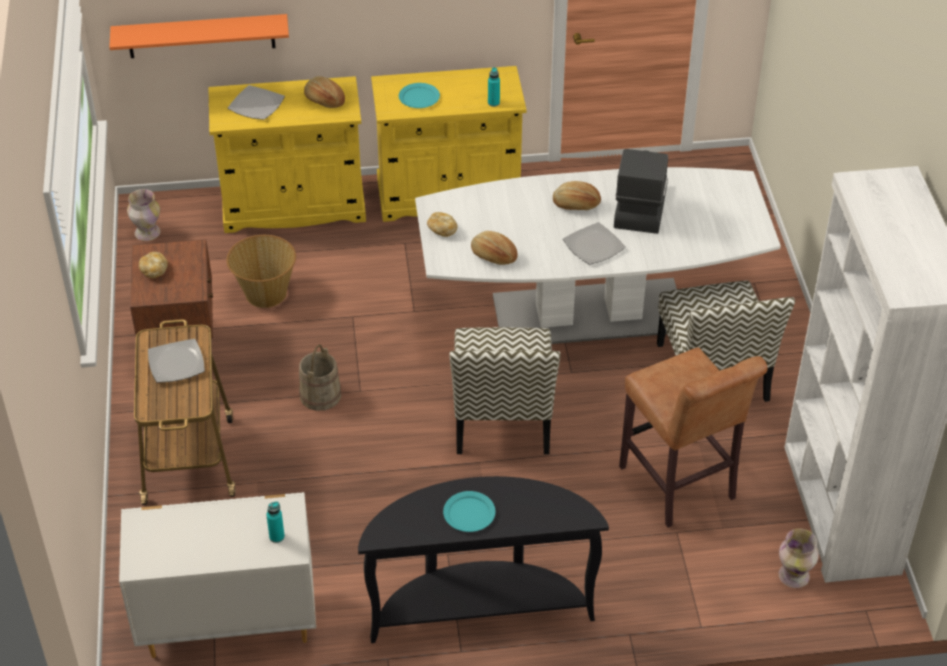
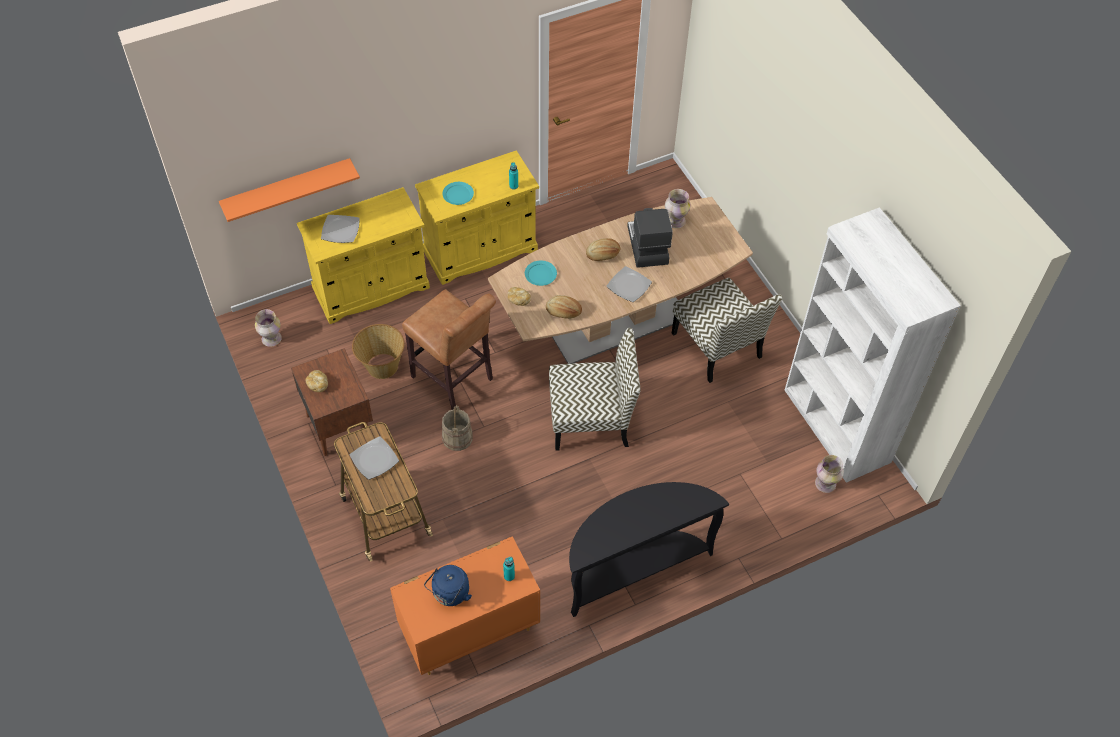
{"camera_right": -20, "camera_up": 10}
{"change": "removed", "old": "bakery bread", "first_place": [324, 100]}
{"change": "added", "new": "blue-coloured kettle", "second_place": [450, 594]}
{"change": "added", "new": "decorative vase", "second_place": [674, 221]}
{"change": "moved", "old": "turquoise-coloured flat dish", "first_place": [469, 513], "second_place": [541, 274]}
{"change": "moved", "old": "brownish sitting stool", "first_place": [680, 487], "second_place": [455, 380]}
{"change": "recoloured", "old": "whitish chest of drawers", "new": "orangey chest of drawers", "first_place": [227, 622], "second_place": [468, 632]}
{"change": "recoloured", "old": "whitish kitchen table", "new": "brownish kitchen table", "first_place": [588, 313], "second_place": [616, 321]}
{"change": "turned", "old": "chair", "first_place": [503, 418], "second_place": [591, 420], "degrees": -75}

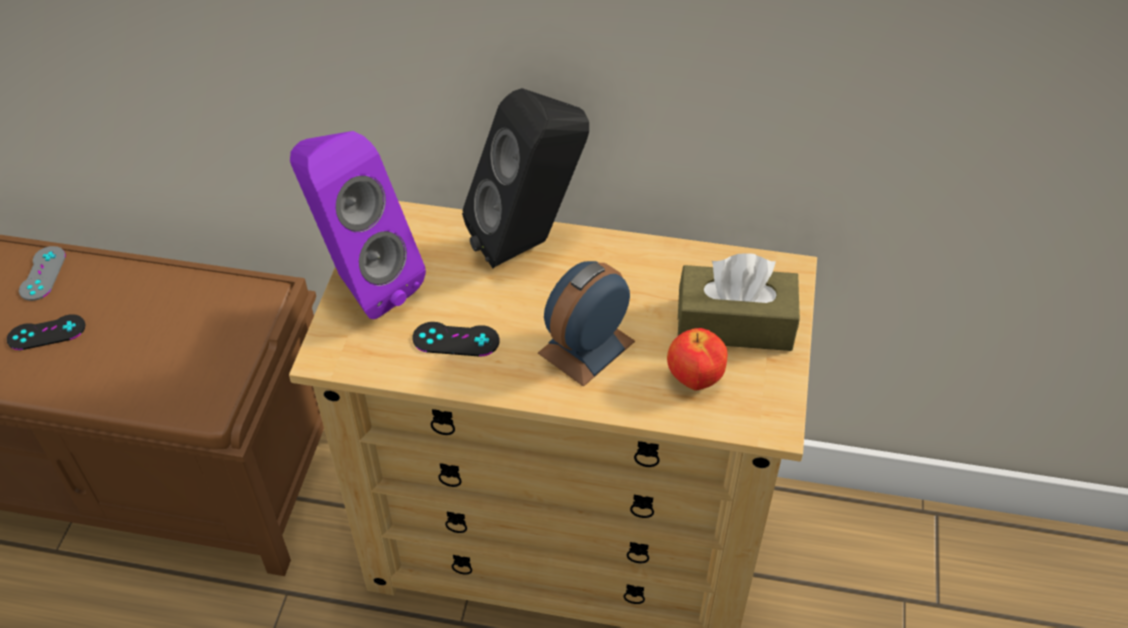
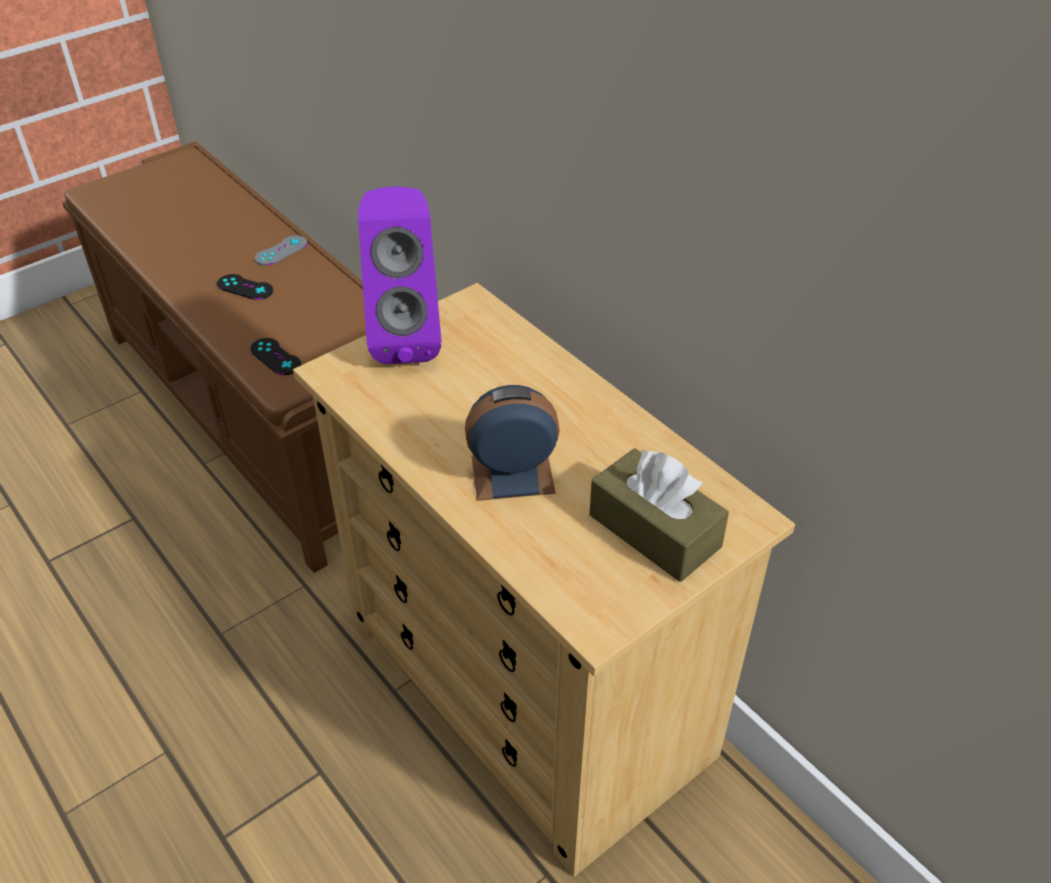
{"camera_right": 40, "camera_up": -5}
{"change": "removed", "old": "black-coloured speaker", "first_place": [530, 242]}
{"change": "removed", "old": "whole apple", "first_place": [694, 379]}
{"change": "moved", "old": "black-coloured gamepad", "first_place": [456, 339], "second_place": [275, 357]}

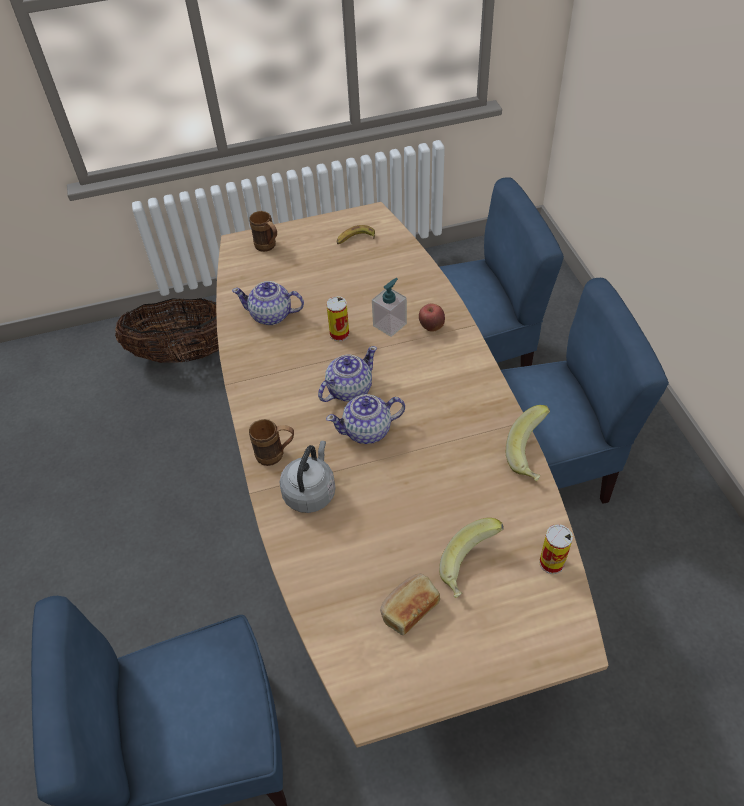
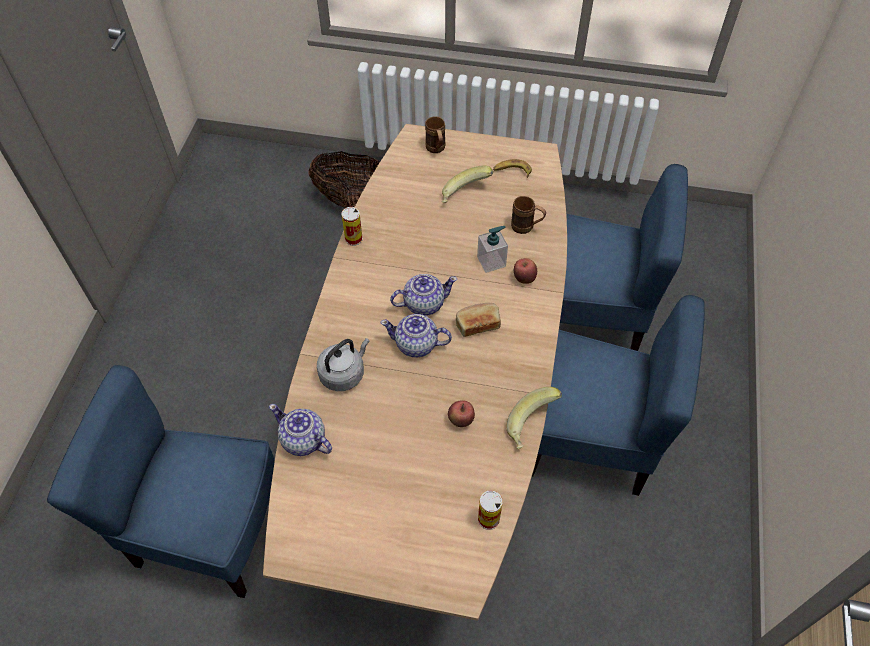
{"camera_right": 25, "camera_up": 5}
{"change": "added", "new": "whole apple", "second_place": [460, 420]}
{"change": "moved", "old": "tea pot", "first_place": [271, 315], "second_place": [303, 440]}
{"change": "moved", "old": "brownish mug", "first_place": [276, 455], "second_place": [526, 228]}
{"change": "moved", "old": "can", "first_place": [339, 334], "second_place": [353, 239]}
{"change": "moved", "old": "bakery bread", "first_place": [409, 608], "second_place": [477, 324]}
{"change": "moved", "old": "banana fruit", "first_place": [471, 568], "second_place": [465, 195]}

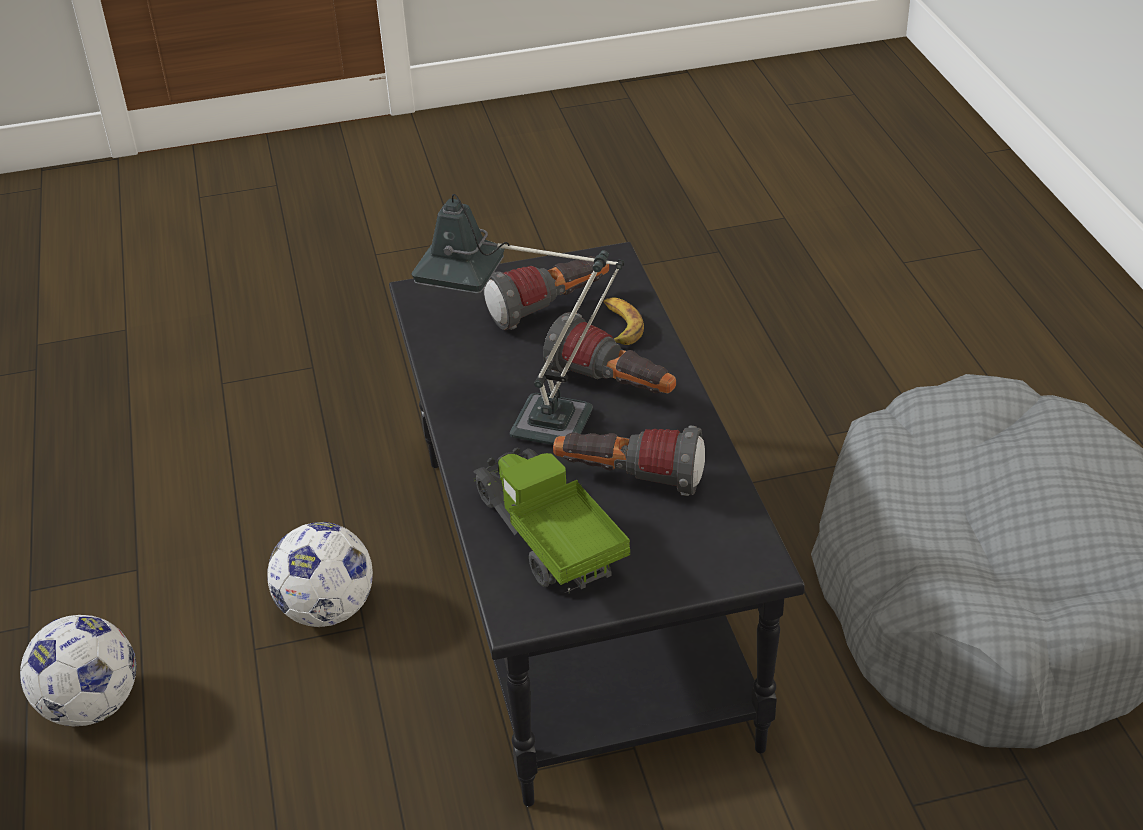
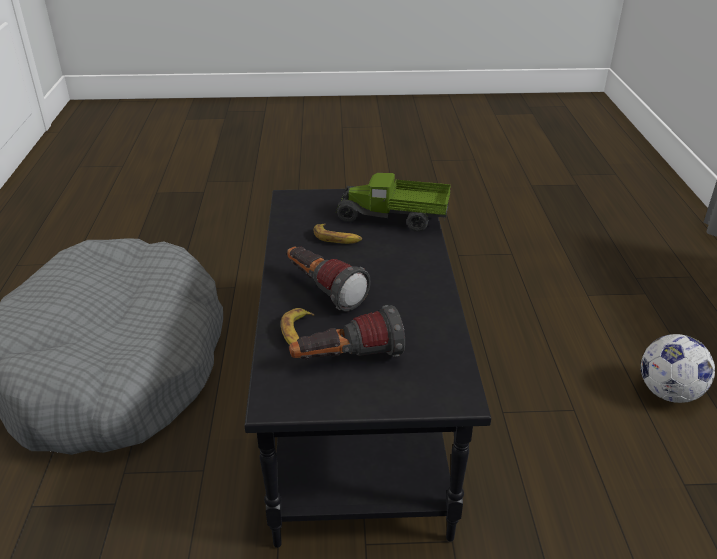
{"camera_right": -170, "camera_up": -5}
{"change": "removed", "old": "ball for football", "first_place": [326, 610]}
{"change": "removed", "old": "tabletop lamp", "first_place": [532, 421]}
{"change": "replaced", "old": "hand torch", "new": "banana fruit", "first_place": [629, 480], "second_place": [337, 238]}
{"change": "turned", "old": "model truck", "first_place": [547, 540], "second_place": [393, 219], "degrees": 120}

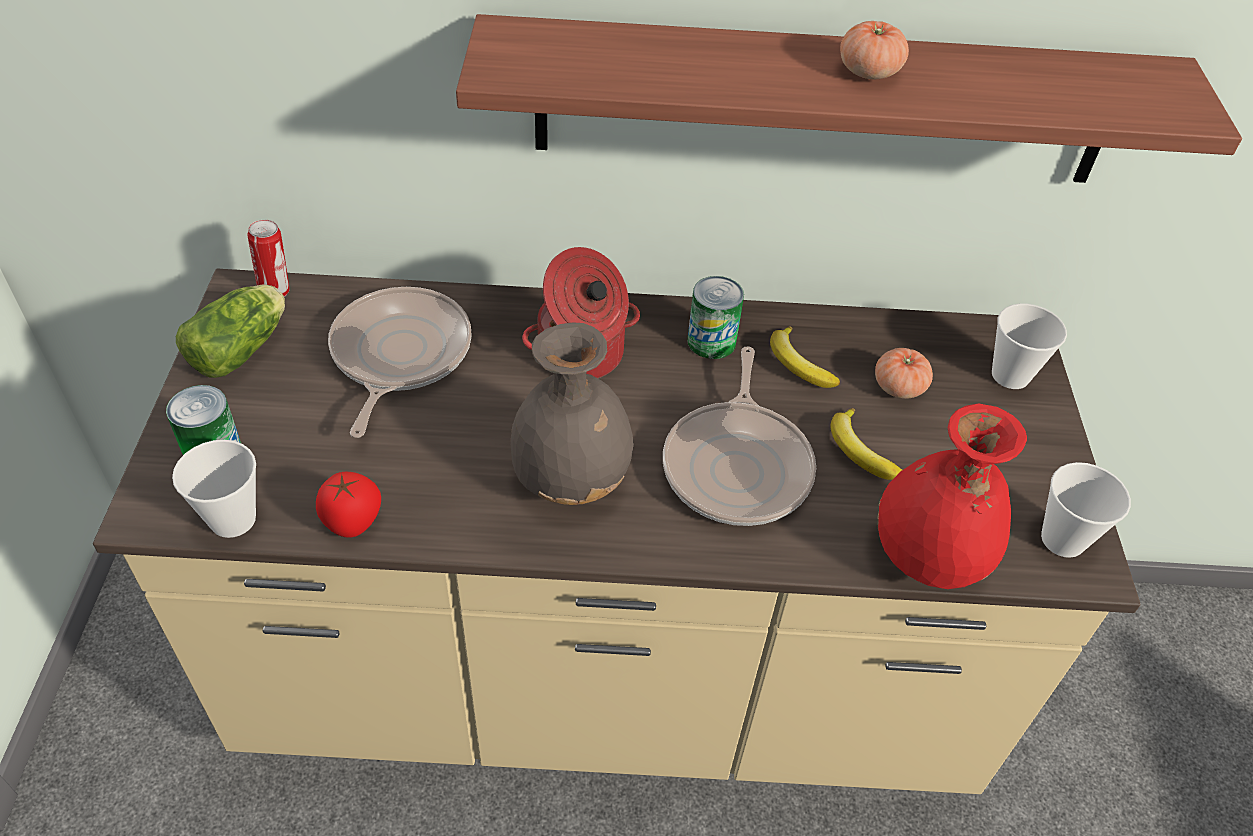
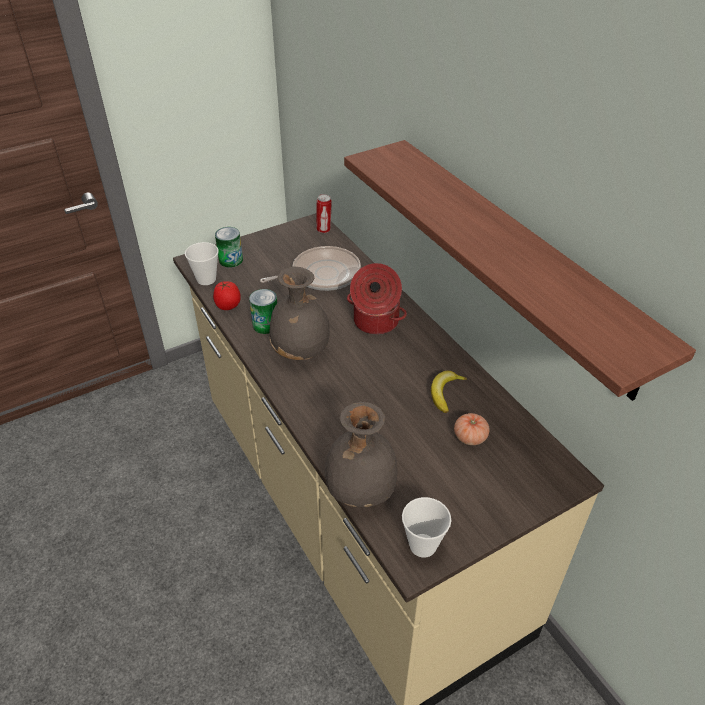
{"camera_right": 60, "camera_up": -5}
{"change": "removed", "old": "lettuce", "first_place": [243, 348]}
{"change": "removed", "old": "frying pan", "first_place": [738, 465]}
{"change": "removed", "old": "banana fruit", "first_place": [859, 451]}
{"change": "removed", "old": "fresh tomato", "first_place": [869, 72]}
{"change": "removed", "old": "drinking cup", "first_place": [1010, 375]}
{"change": "moved", "old": "can", "first_place": [711, 341], "second_place": [266, 325]}
{"change": "recoloured", "old": "red-coloured decorative vase", "new": "grey decorative vase", "first_place": [927, 558], "second_place": [359, 490]}

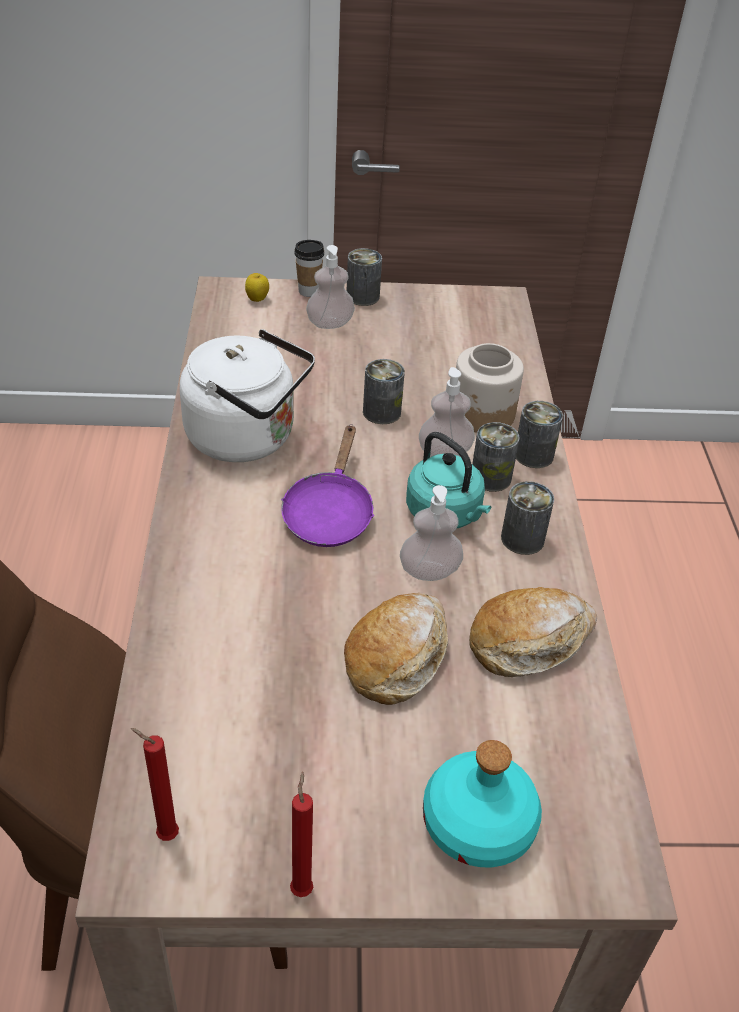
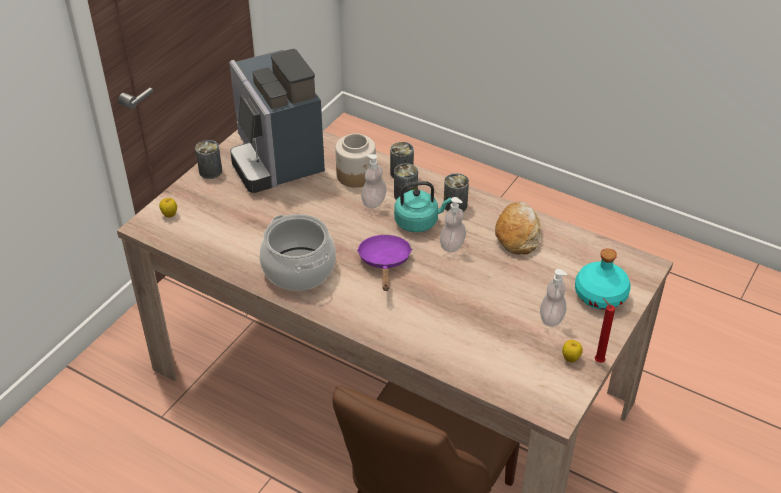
{"camera_right": -55, "camera_up": 0}
{"change": "removed", "old": "red-coloured wax light", "first_place": [164, 834]}
{"change": "removed", "old": "drinking cup", "first_place": [308, 291]}
{"change": "removed", "old": "bakery bread", "first_place": [397, 656]}
{"change": "removed", "old": "can", "first_place": [381, 412]}
{"change": "added", "new": "coffee machine", "second_place": [276, 159]}
{"change": "added", "new": "whole apple", "second_place": [570, 358]}
{"change": "moved", "old": "liquid soap bottle", "first_place": [330, 323], "second_place": [551, 318]}
{"change": "replaced", "old": "whitish kettle", "new": "stockpot", "first_place": [247, 438], "second_place": [299, 269]}
{"change": "turned", "old": "purplish frying pan", "first_place": [329, 513], "second_place": [385, 262], "degrees": -135}

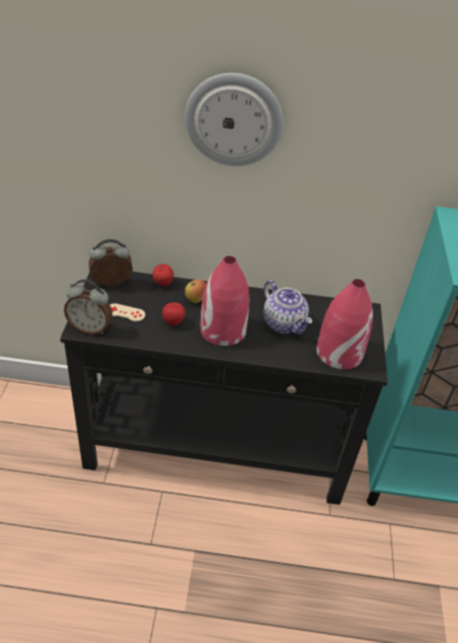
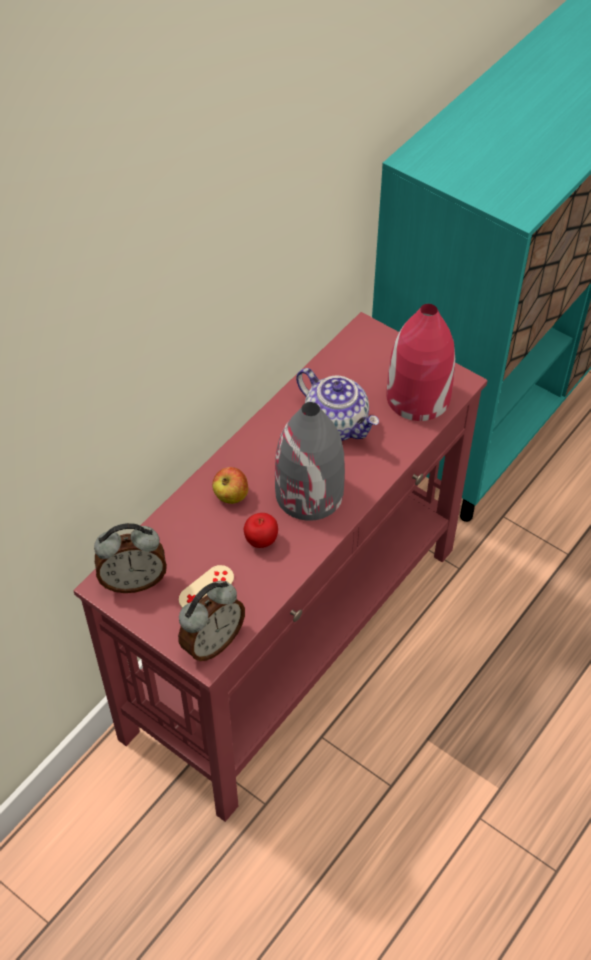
{"camera_right": -55, "camera_up": 10}
{"change": "removed", "old": "whole apple", "first_place": [162, 284]}
{"change": "removed", "old": "wall clock", "first_place": [234, 120]}
{"change": "recoloured", "old": "black-coloured narrow table", "new": "red-coloured narrow table", "first_place": [217, 450], "second_place": [296, 639]}
{"change": "recoloured", "old": "red-coloured decorative vase", "new": "grey decorative vase", "first_place": [222, 330], "second_place": [309, 494]}
{"change": "turned", "old": "bedside clock", "first_place": [112, 284], "second_place": [134, 580], "degrees": -120}
{"change": "turned", "old": "tea pot", "first_place": [284, 323], "second_place": [337, 424], "degrees": 45}

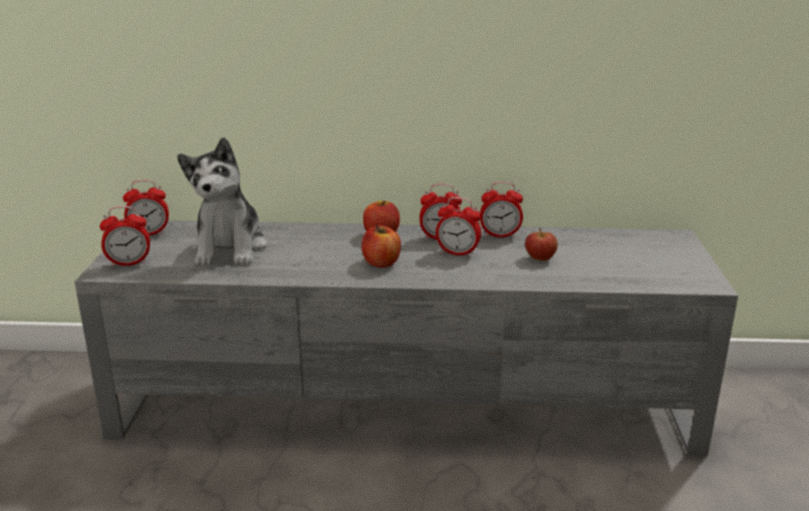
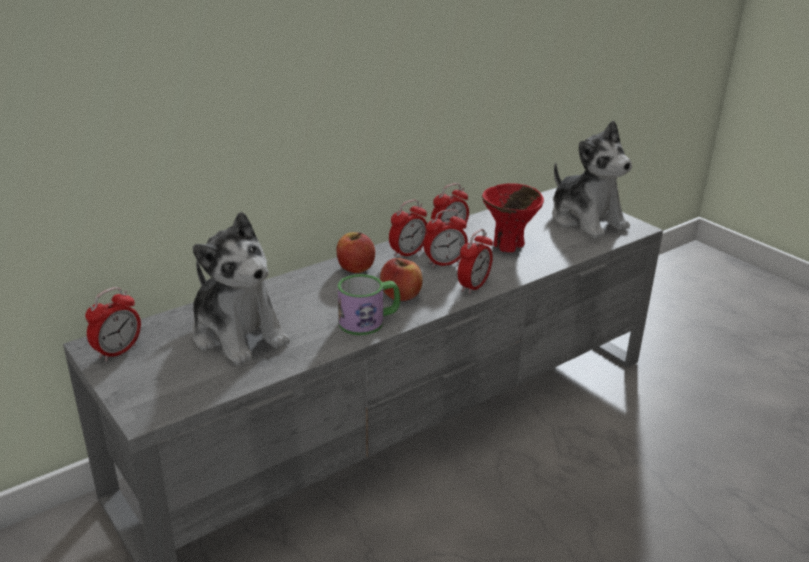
{"camera_right": -40, "camera_up": 5}
{"change": "added", "new": "mug", "second_place": [369, 321]}
{"change": "added", "new": "soft toy", "second_place": [586, 220]}
{"change": "moved", "old": "bedside clock", "first_place": [129, 263], "second_place": [473, 286]}
{"change": "replaced", "old": "whole apple", "new": "red-coloured deep dish", "first_place": [540, 258], "second_place": [508, 246]}

